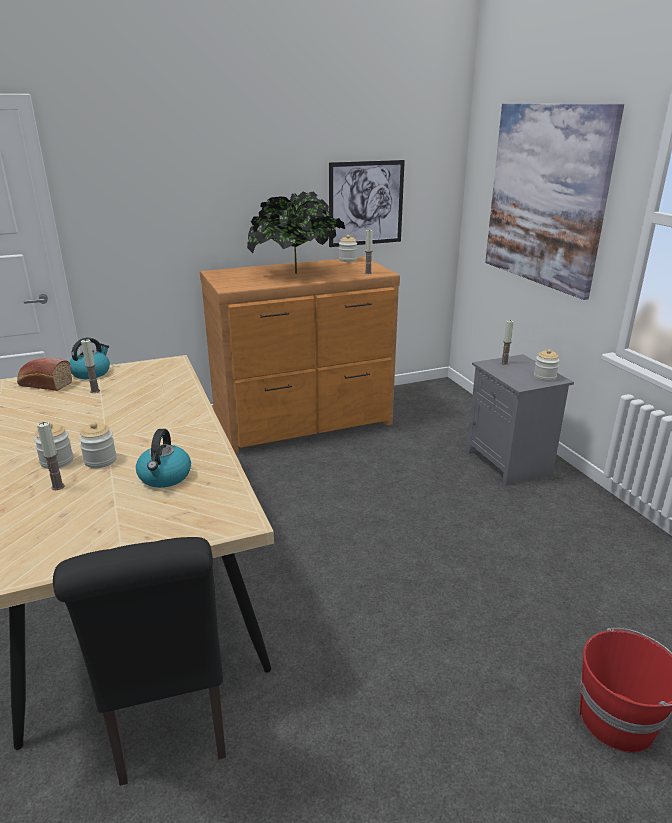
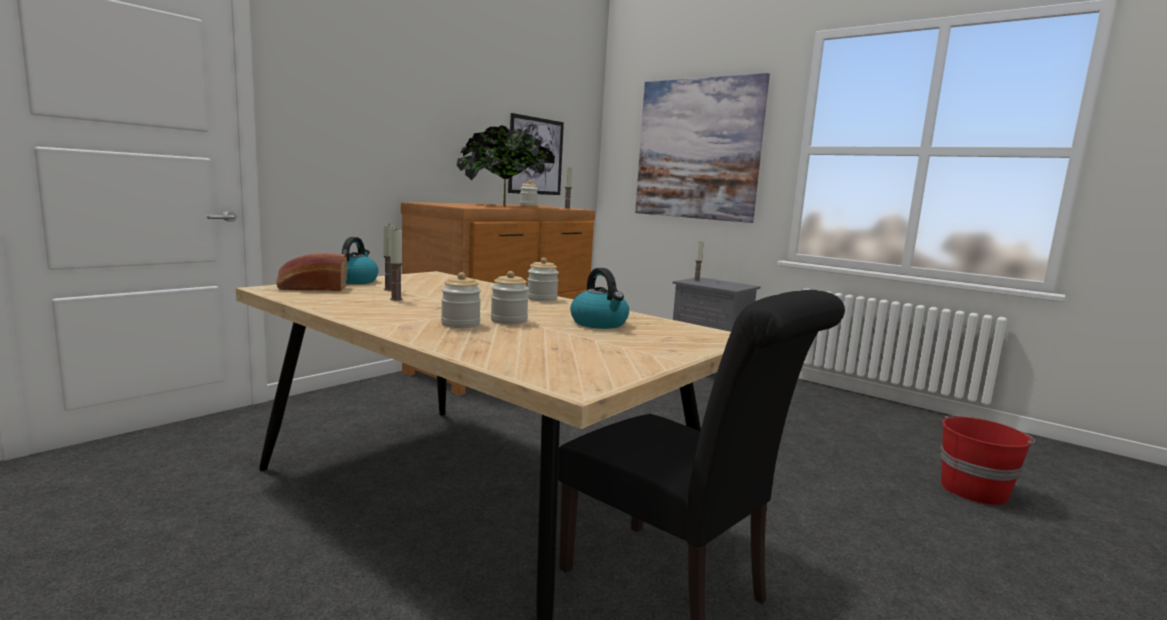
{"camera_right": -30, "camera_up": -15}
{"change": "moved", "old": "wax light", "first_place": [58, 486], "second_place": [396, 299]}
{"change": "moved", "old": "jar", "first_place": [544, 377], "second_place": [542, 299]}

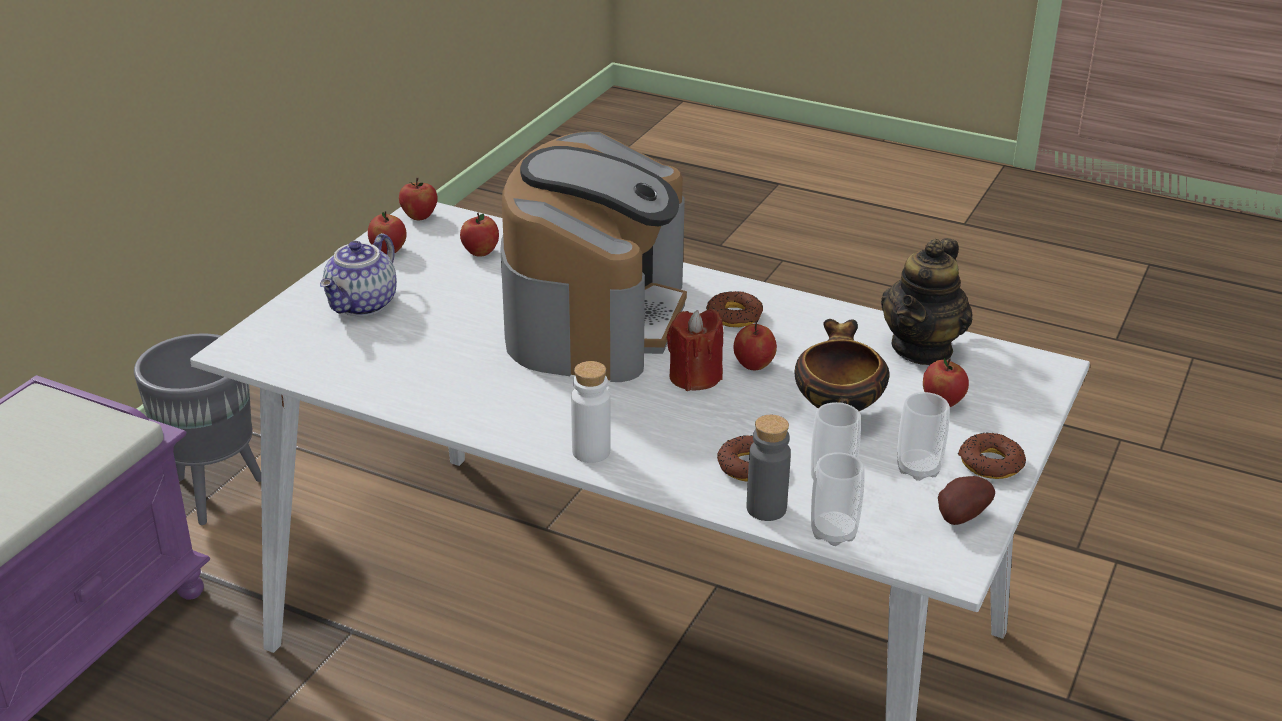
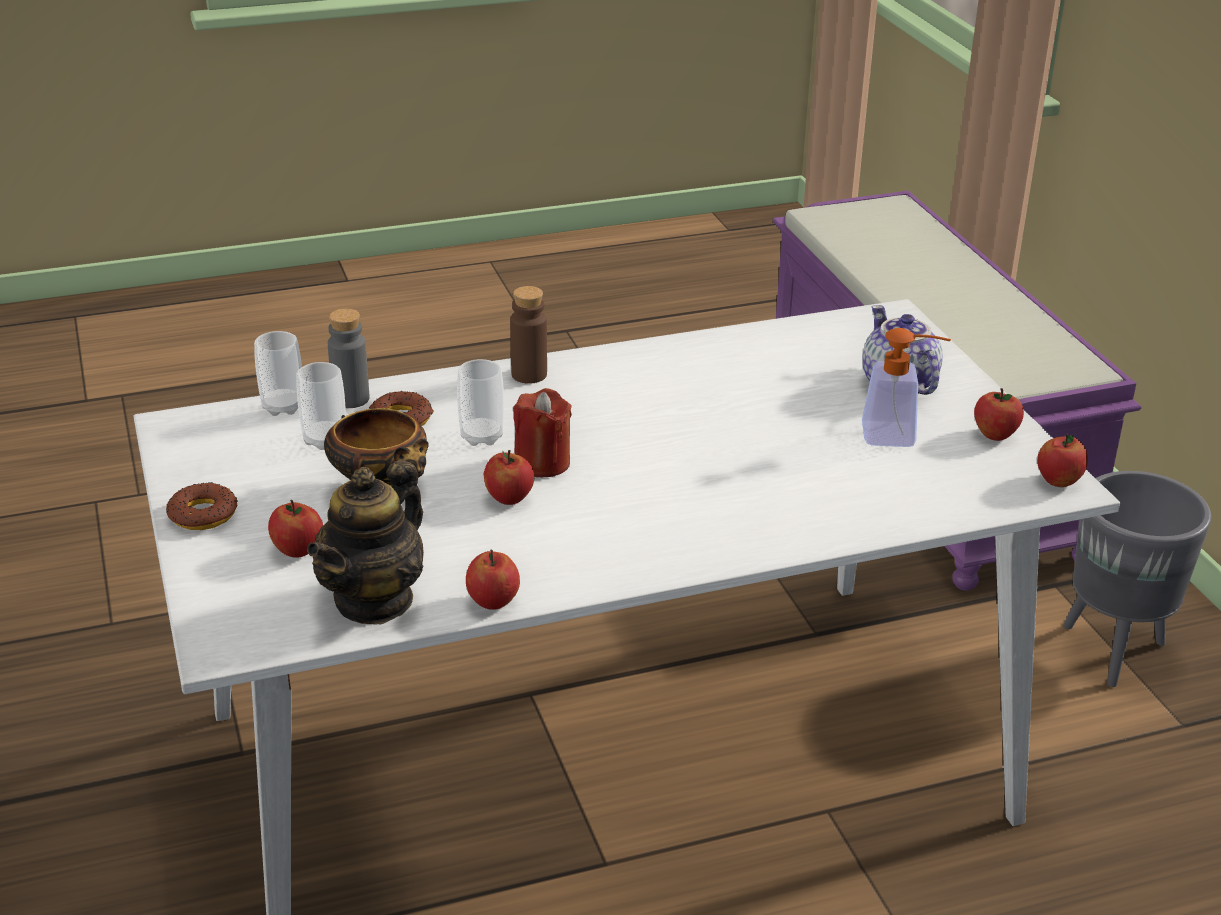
{"camera_right": 135, "camera_up": 0}
{"change": "removed", "old": "coffee machine", "first_place": [594, 317]}
{"change": "removed", "old": "ring doughnut", "first_place": [734, 316]}
{"change": "removed", "old": "whole potato", "first_place": [959, 517]}
{"change": "added", "new": "liquid soap bottle", "second_place": [899, 435]}
{"change": "moved", "old": "whole apple", "first_place": [480, 252], "second_place": [493, 602]}
{"change": "moved", "old": "drinking cup", "first_place": [918, 469], "second_place": [481, 436]}
{"change": "recoloured", "old": "whitish drink bottle", "new": "brownish drink bottle", "first_place": [591, 451], "second_place": [529, 375]}
{"change": "turned", "old": "tea pot", "first_place": [922, 348], "second_place": [374, 600], "degrees": -135}

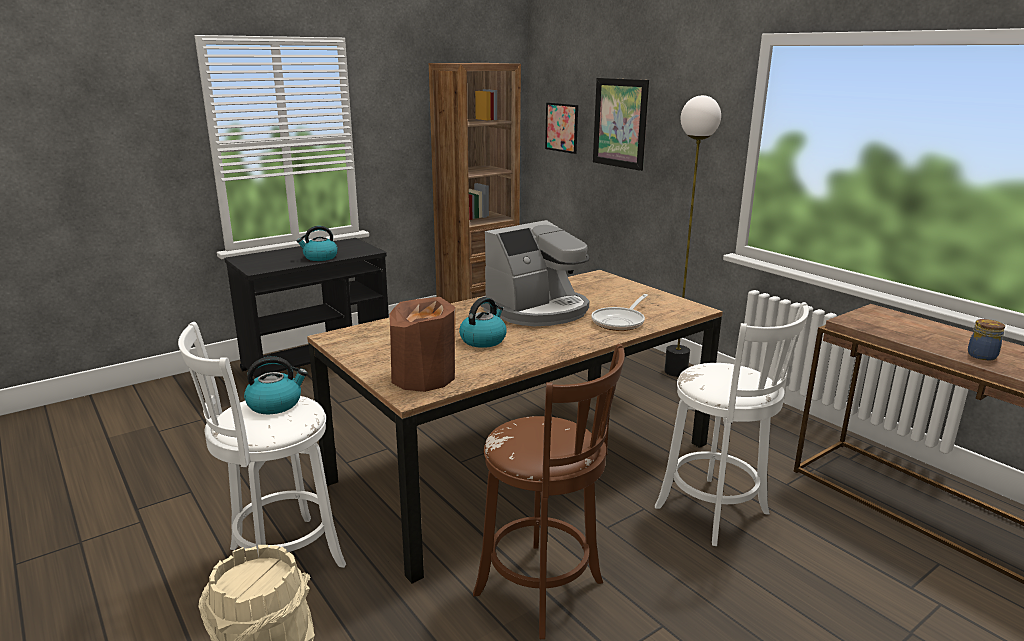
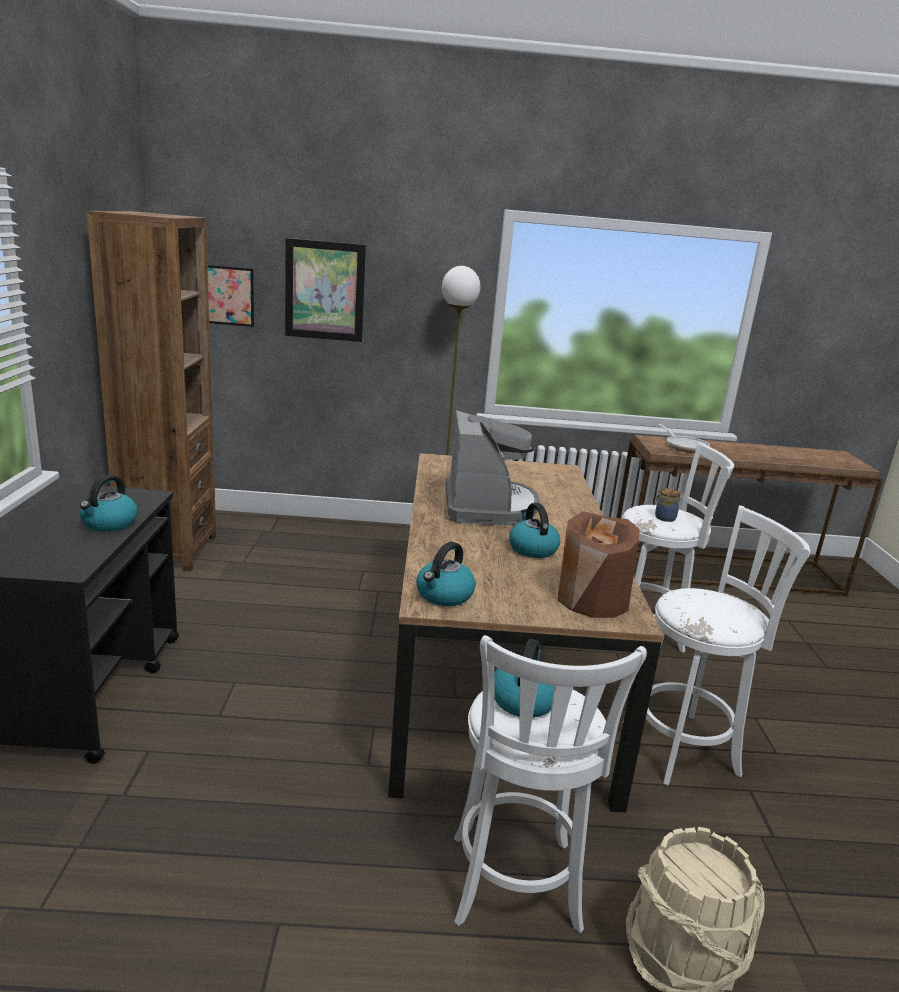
{"camera_right": -55, "camera_up": 0}
{"change": "added", "new": "kettle", "second_place": [444, 595]}
{"change": "moved", "old": "frying pan", "first_place": [620, 322], "second_place": [684, 446]}
{"change": "moved", "old": "jar", "first_place": [981, 355], "second_place": [664, 518]}
{"change": "recoloured", "old": "brownish sitting stool", "new": "whitish sitting stool", "first_place": [544, 591], "second_place": [685, 747]}

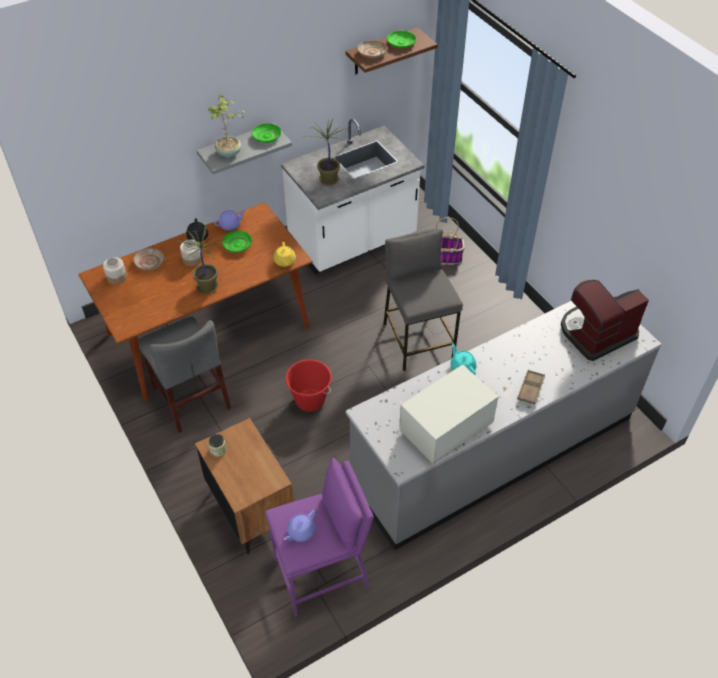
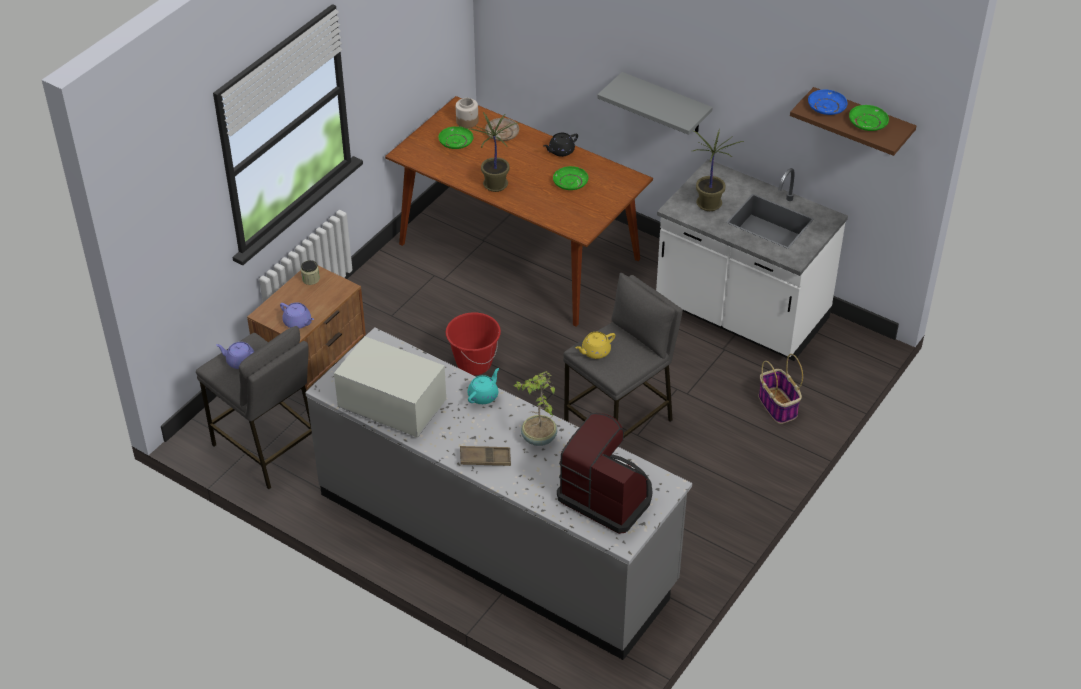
{"camera_right": 65, "camera_up": -5}
{"change": "removed", "old": "grey chair", "first_place": [191, 397]}
{"change": "removed", "old": "jar", "first_place": [192, 259]}
{"change": "moved", "old": "houseplant", "first_place": [229, 153], "second_place": [538, 438]}
{"change": "moved", "old": "purplish tea pot", "first_place": [231, 225], "second_place": [298, 322]}
{"change": "moved", "old": "green flat dish", "first_place": [266, 137], "second_place": [455, 142]}
{"change": "moved", "old": "yellowish tea pot", "first_place": [285, 261], "second_place": [595, 352]}
{"change": "recoloured", "old": "purplish sitting stool", "new": "grey sitting stool", "first_place": [322, 574], "second_place": [267, 448]}
{"change": "recoloured", "old": "sand-coloured flat dish", "new": "blue-coloured flat dish", "first_place": [372, 53], "second_place": [826, 107]}

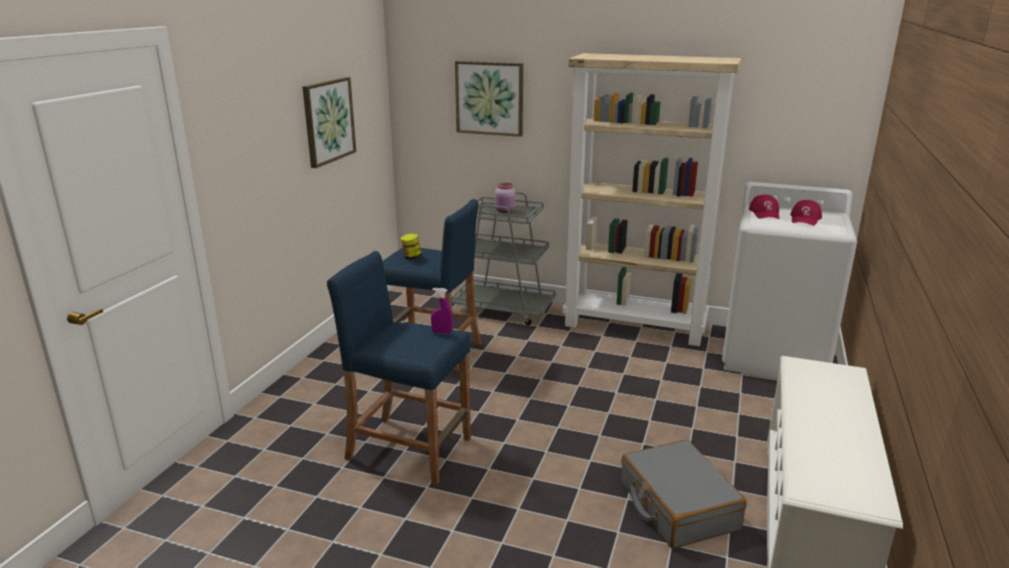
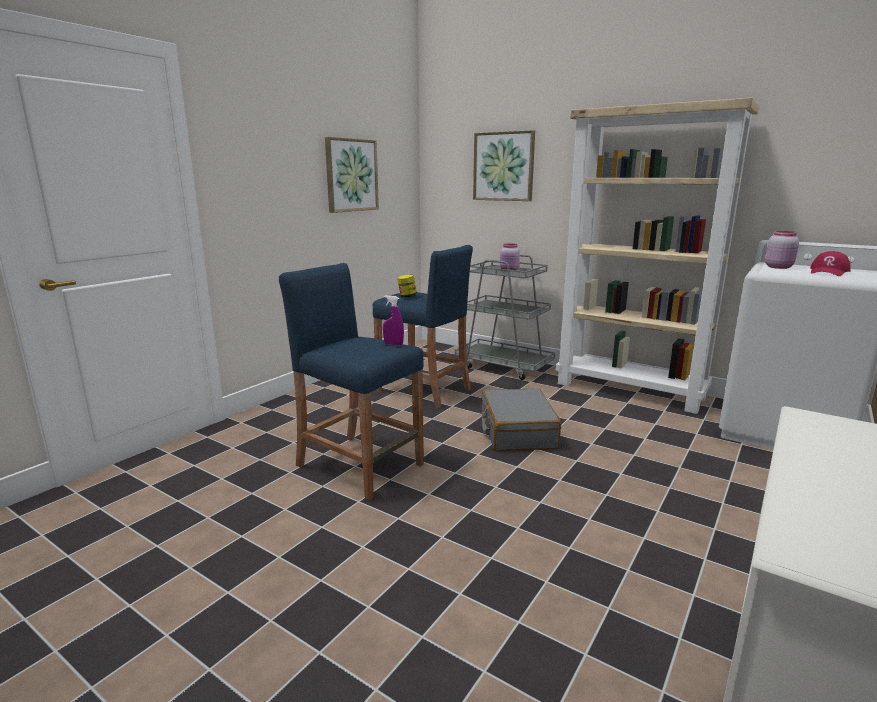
{"camera_right": 15, "camera_up": -5}
{"change": "moved", "old": "grey suitcase", "first_place": [677, 506], "second_place": [517, 431]}
{"change": "replaced", "old": "red-coloured baseball cap", "new": "pinkish jar", "first_place": [765, 213], "second_place": [779, 267]}

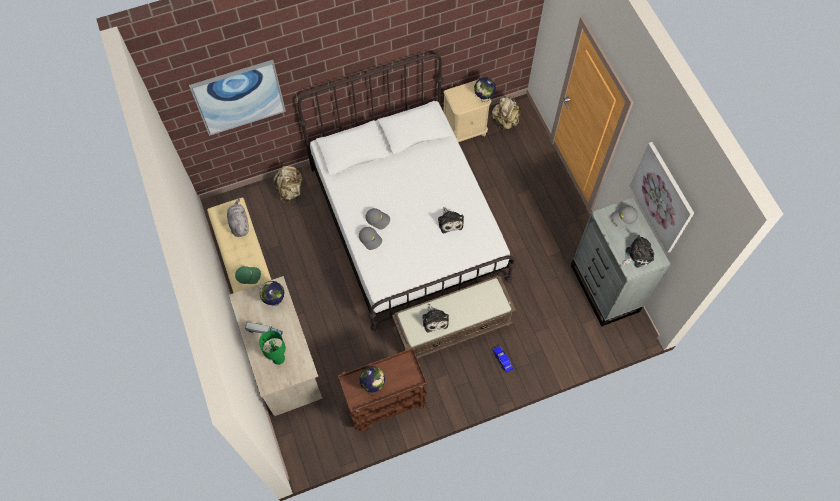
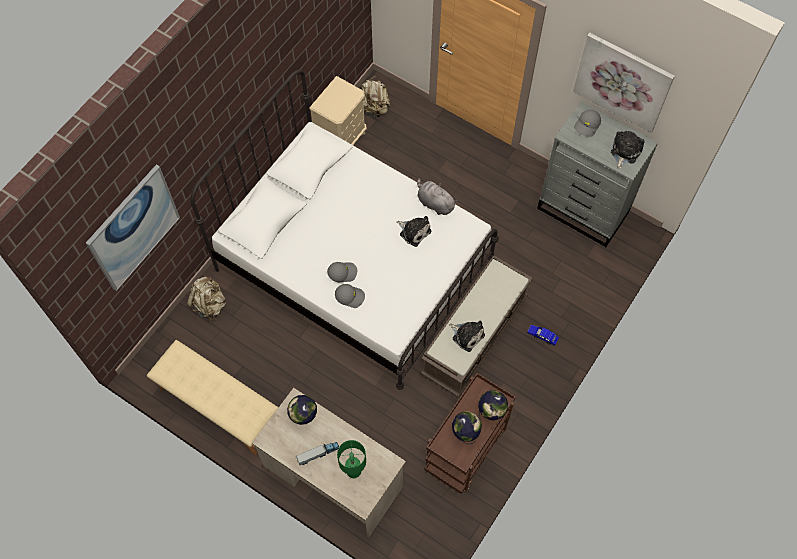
{"camera_right": -35, "camera_up": 0}
{"change": "removed", "old": "green baseball cap", "first_place": [248, 275]}
{"change": "moved", "old": "grey soft toy", "first_place": [239, 223], "second_place": [434, 203]}
{"change": "moved", "old": "desk globe", "first_place": [483, 98], "second_place": [491, 412]}

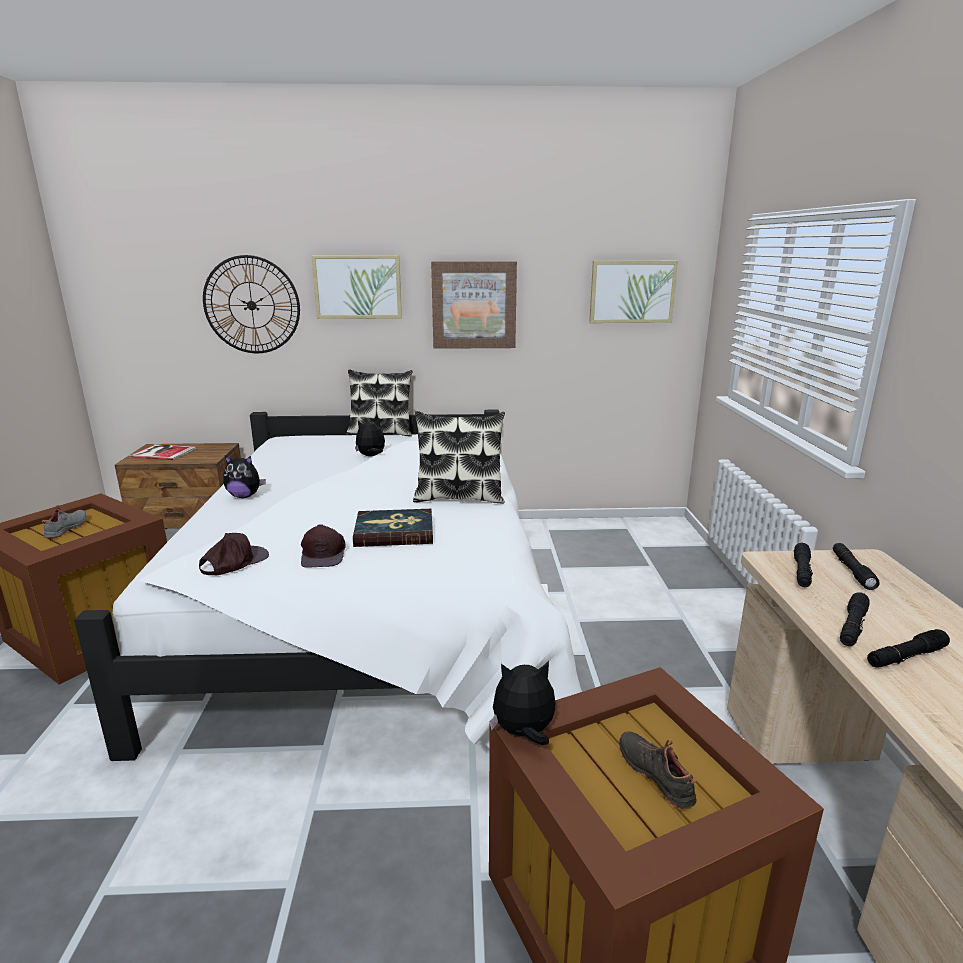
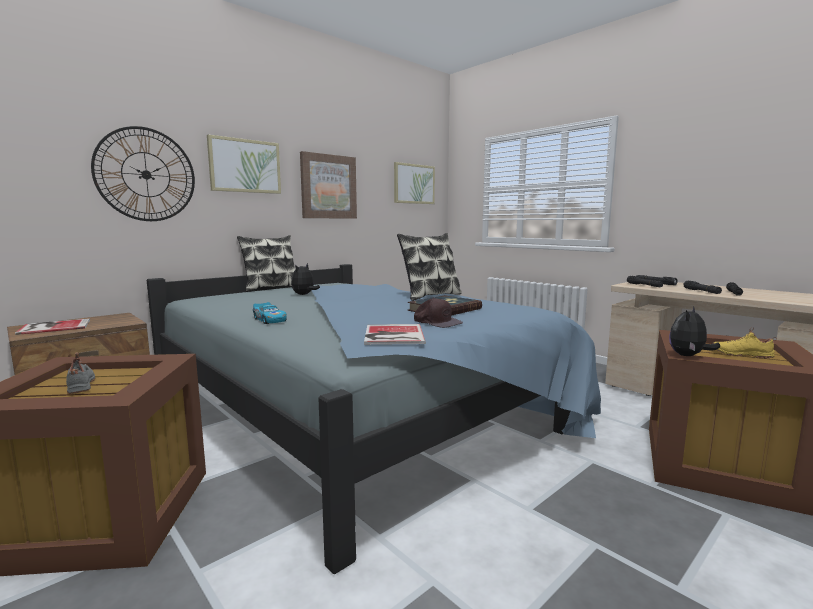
{"camera_right": -40, "camera_up": -10}
{"change": "replaced", "old": "brownish baseball cap", "new": "bound book", "first_place": [234, 561], "second_place": [392, 335]}
{"change": "replaced", "old": "soft toy", "new": "model car", "first_place": [245, 496], "second_place": [270, 320]}
{"change": "recoloured", "old": "whitish sleeping bed", "new": "blue-coloured sleeping bed", "first_place": [375, 611], "second_place": [362, 410]}
{"change": "recoloured", "old": "black-coloured item of footwear", "new": "yellowish item of footwear", "first_place": [657, 774], "second_place": [741, 354]}

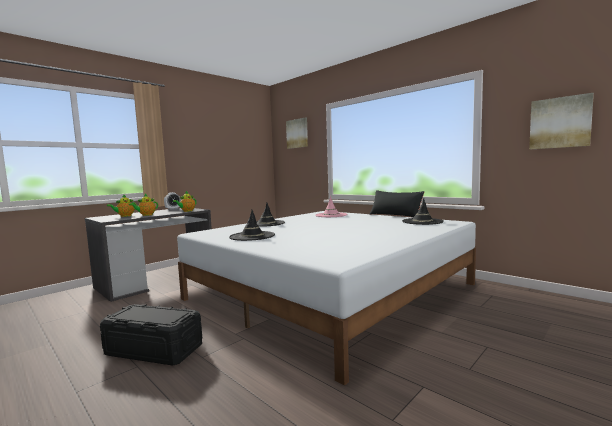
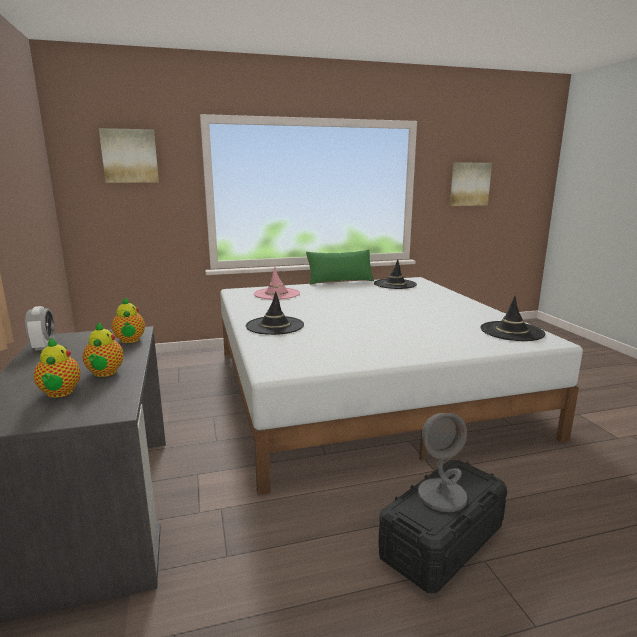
{"camera_right": -60, "camera_up": 10}
{"change": "added", "new": "grey tabletop lamp", "second_place": [442, 495]}
{"change": "moved", "old": "black-coloured wearable hat", "first_place": [252, 236], "second_place": [511, 331]}
{"change": "recoloured", "old": "black-coloured throw pillow", "new": "green throw pillow", "first_place": [395, 215], "second_place": [340, 281]}

